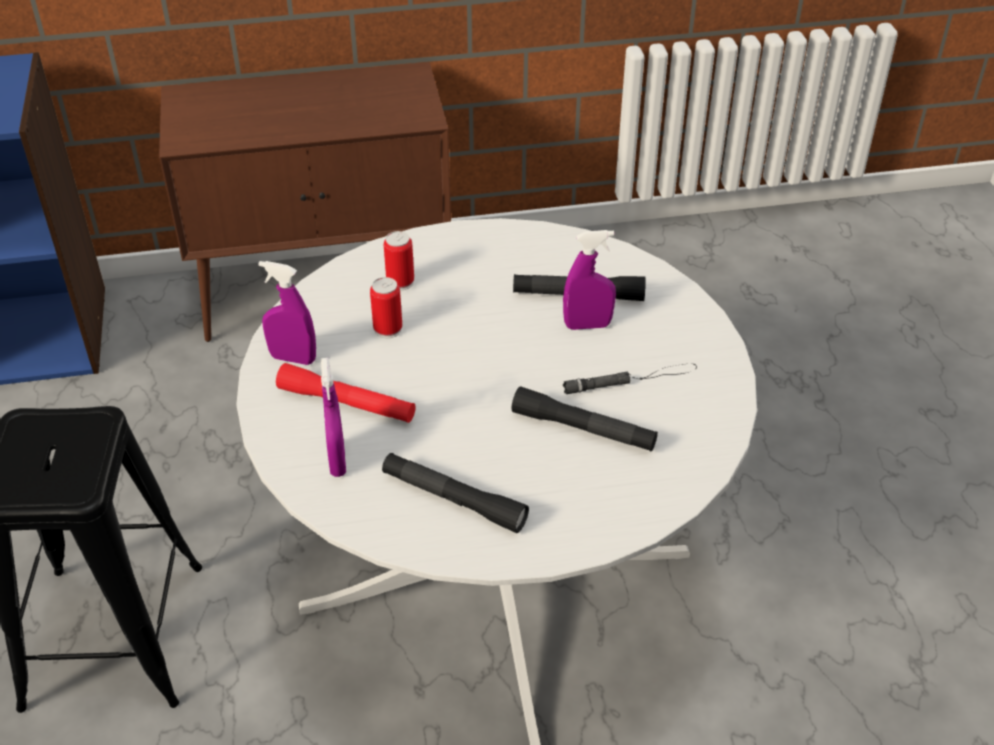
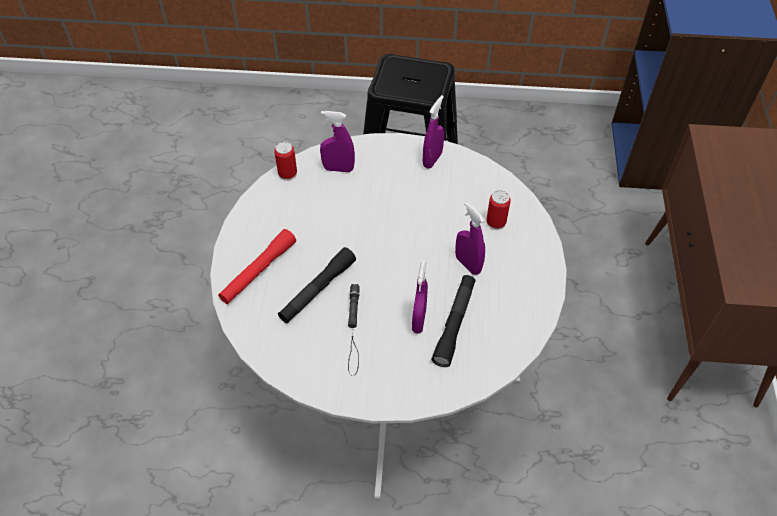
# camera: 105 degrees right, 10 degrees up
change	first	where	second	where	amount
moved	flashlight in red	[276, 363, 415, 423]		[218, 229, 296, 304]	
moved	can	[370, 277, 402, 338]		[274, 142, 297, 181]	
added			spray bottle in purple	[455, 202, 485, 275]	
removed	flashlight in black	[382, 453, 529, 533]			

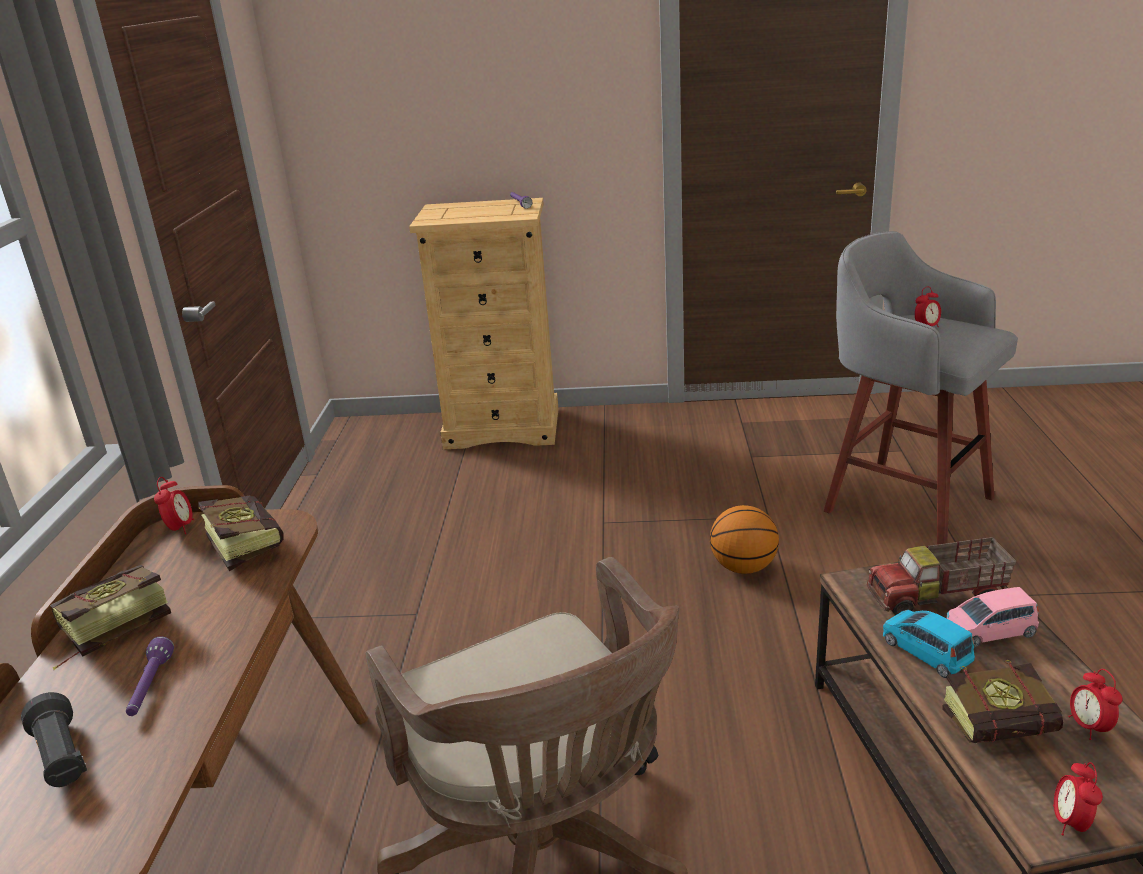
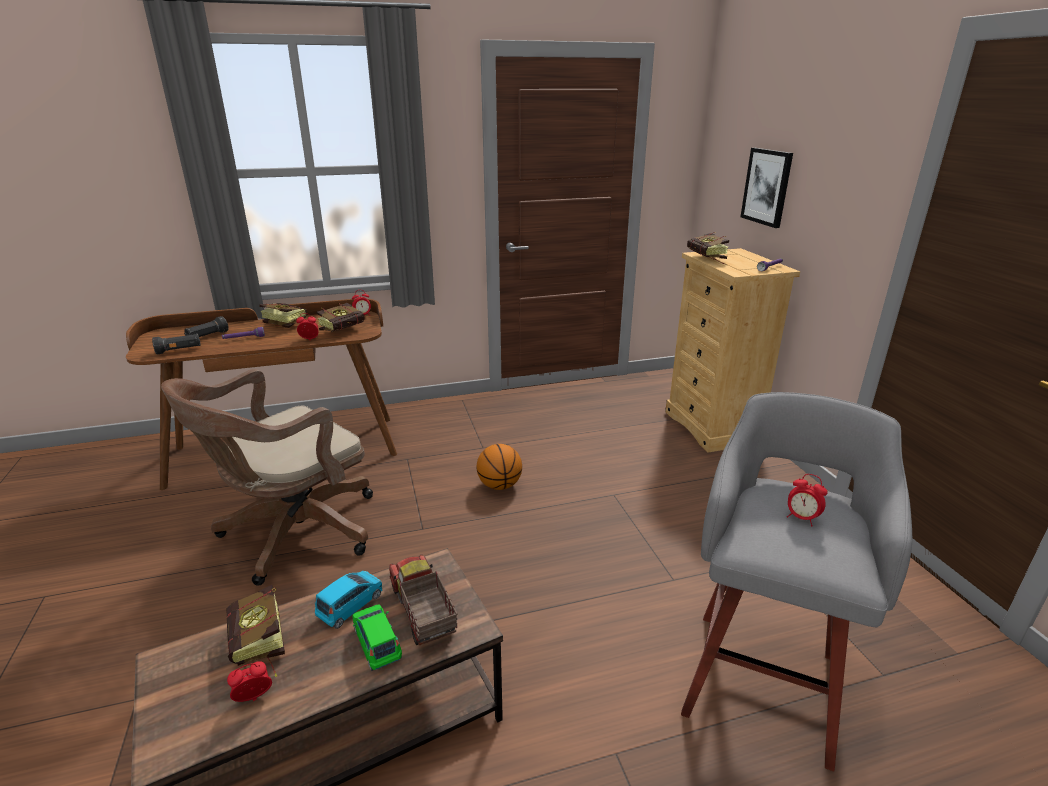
# camera: 70 degrees right, 0 degrees up
change	first	where	second	where	amount
added			flashlight in black	[152, 334, 201, 354]	
moved	alarm clock	[1053, 762, 1103, 836]		[296, 313, 319, 340]	
recoloured	toy car in pink	[946, 587, 1039, 648]	toy car in green	[352, 604, 402, 671]	
moved	basketball	[710, 505, 779, 574]		[477, 444, 522, 490]	
added			book	[687, 232, 729, 265]	
added			picture	[741, 148, 793, 228]	

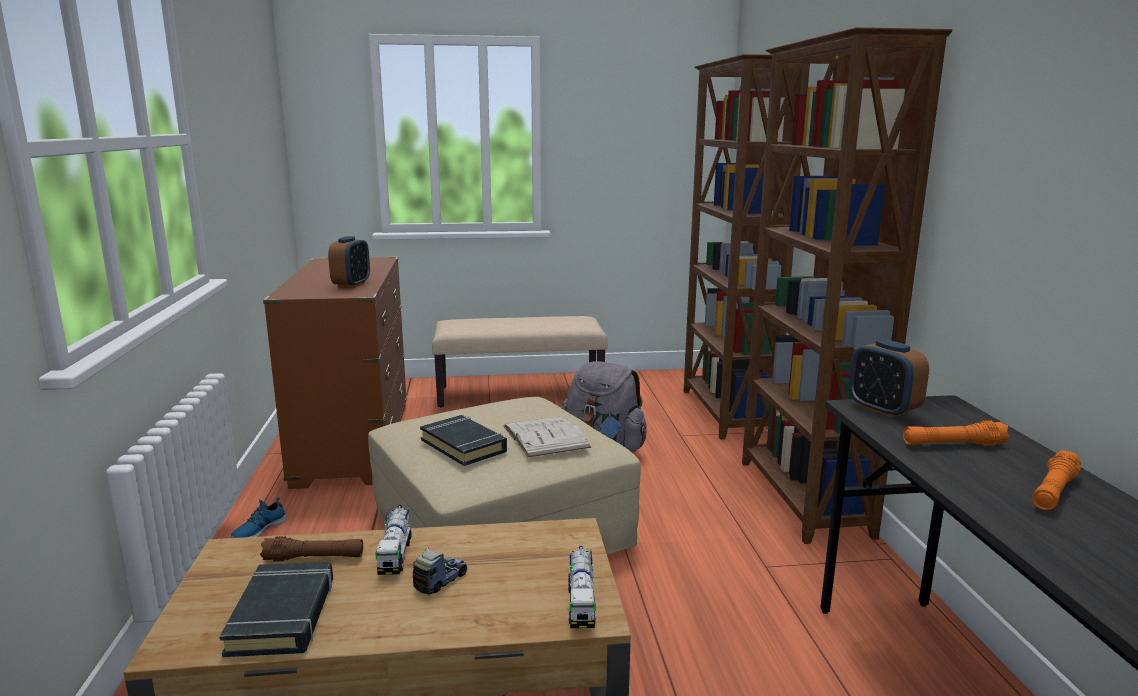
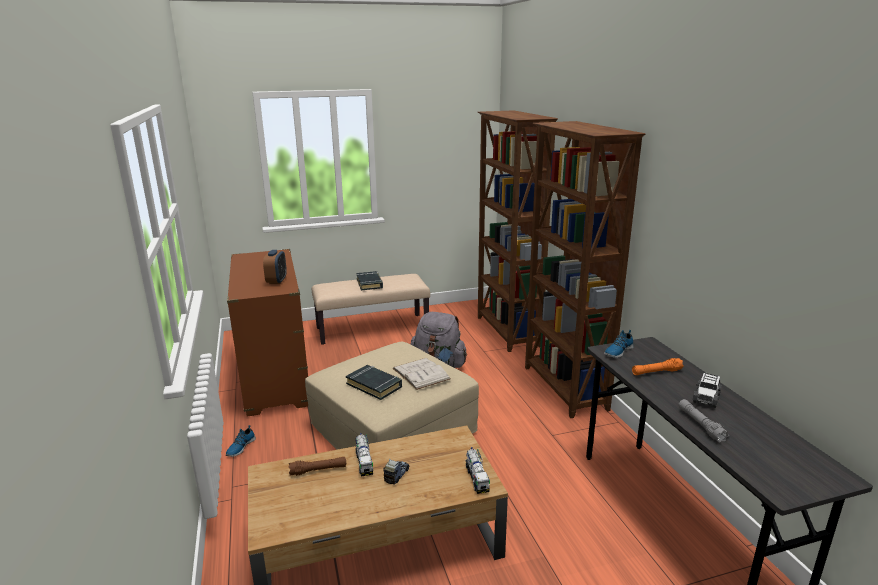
# camera: 10 degrees left, 5 degrees up
change	first	where	second	where	amount
moved	book in black	[219, 562, 333, 657]		[356, 271, 383, 290]	
replaced	alarm clock	[849, 339, 929, 418]	shoe	[604, 330, 634, 358]	
added			flashlight in grey	[678, 399, 729, 443]	
replaced	flashlight in orange	[1032, 450, 1081, 510]	toy car	[692, 373, 722, 408]	

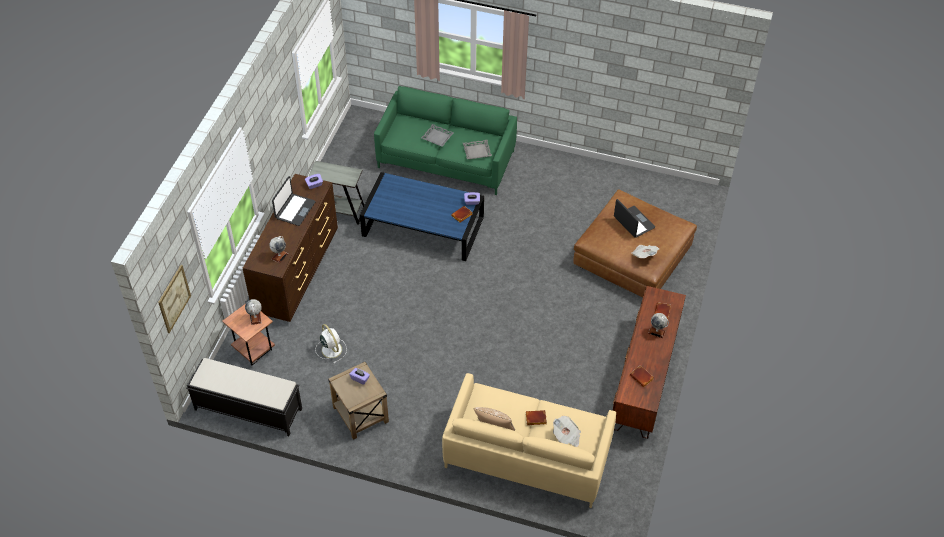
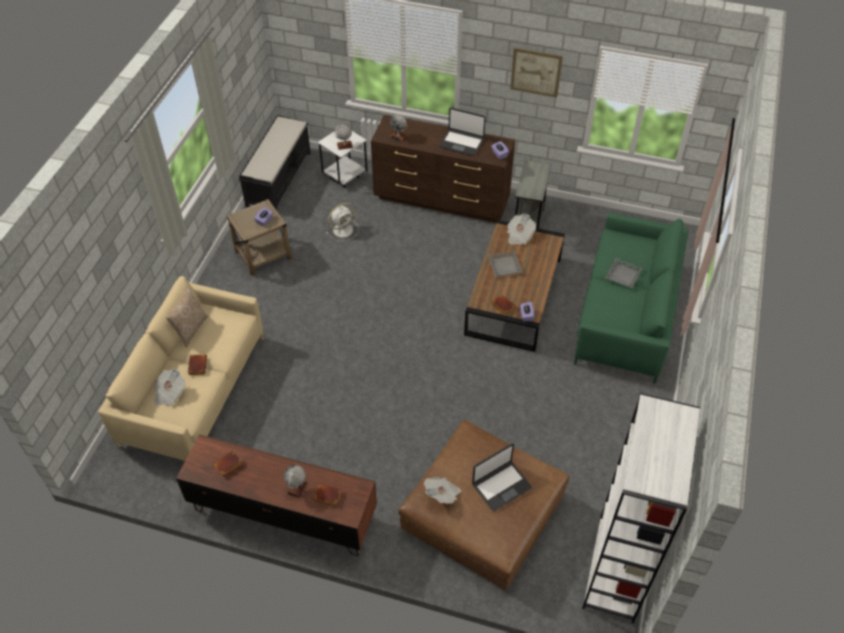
# camera: 90 degrees right, 0 degrees up
change	first	where	second	where	amount
recoloured	side table in brown	[222, 303, 275, 366]	side table in white	[318, 131, 367, 188]	
recoloured	coffee table in blue	[360, 172, 484, 261]	coffee table in brown	[464, 220, 565, 352]	
moved	tray in grey	[463, 140, 492, 159]		[488, 251, 523, 277]	
added			newspaper	[507, 214, 536, 245]	
moved	picture	[158, 265, 191, 333]		[510, 48, 563, 98]	
added			bookcase in white	[582, 393, 700, 623]	

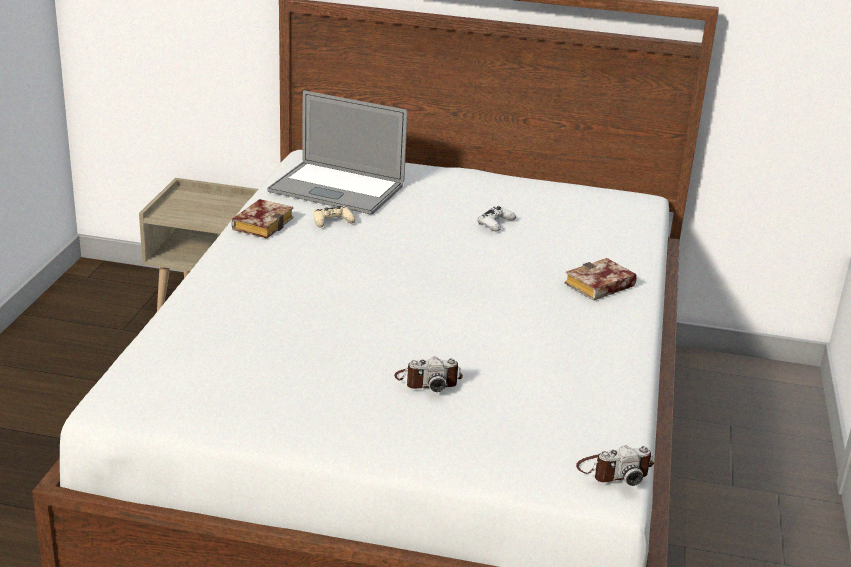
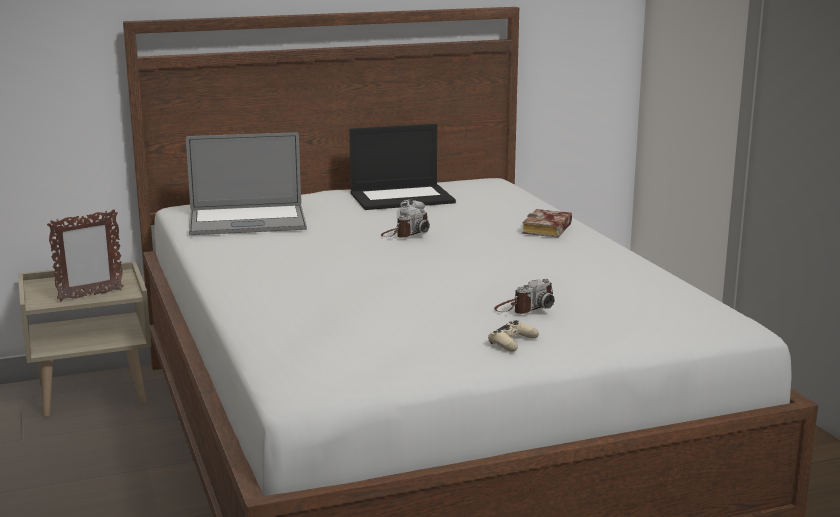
# camera: 30 degrees left, 10 degrees down
change	first	where	second	where	amount
added			picture frame	[47, 210, 124, 302]	
added			laptop	[349, 124, 456, 210]	
moved	photo camera	[576, 446, 654, 486]		[381, 209, 430, 238]	
moved	game controller in beige	[314, 206, 356, 228]		[488, 320, 539, 352]	
removed	book	[231, 199, 293, 238]			

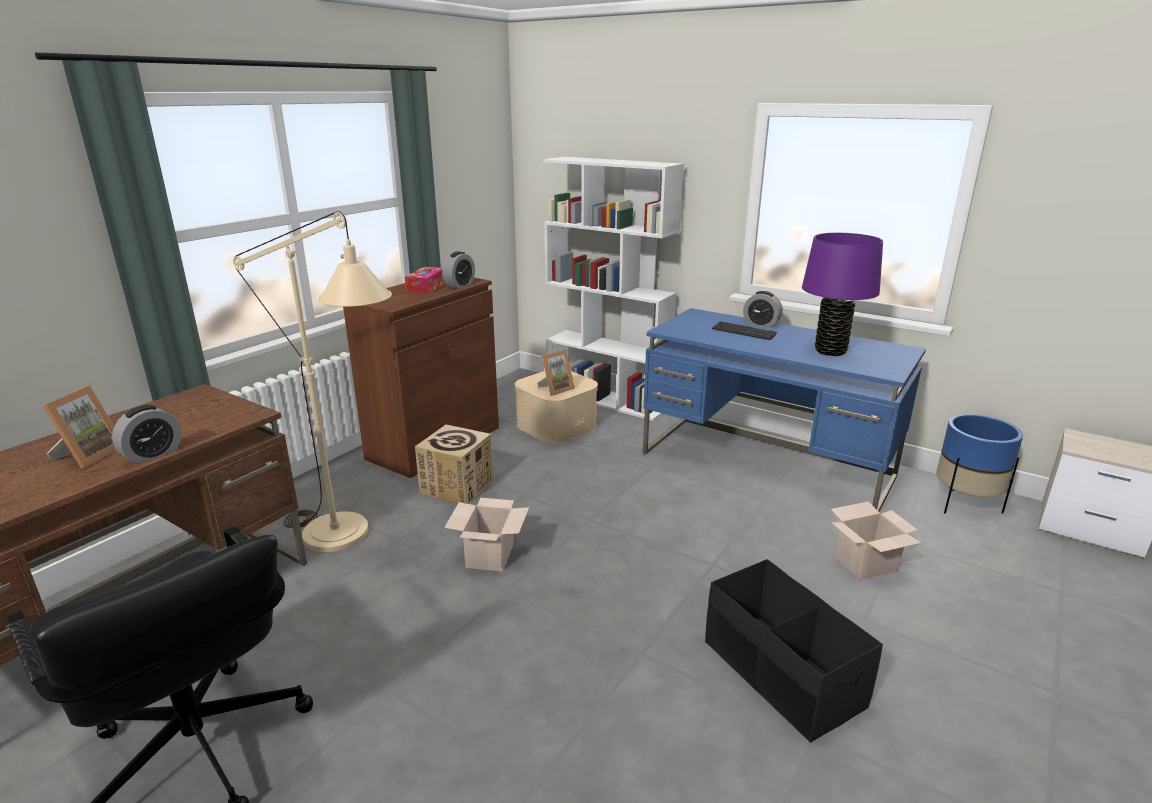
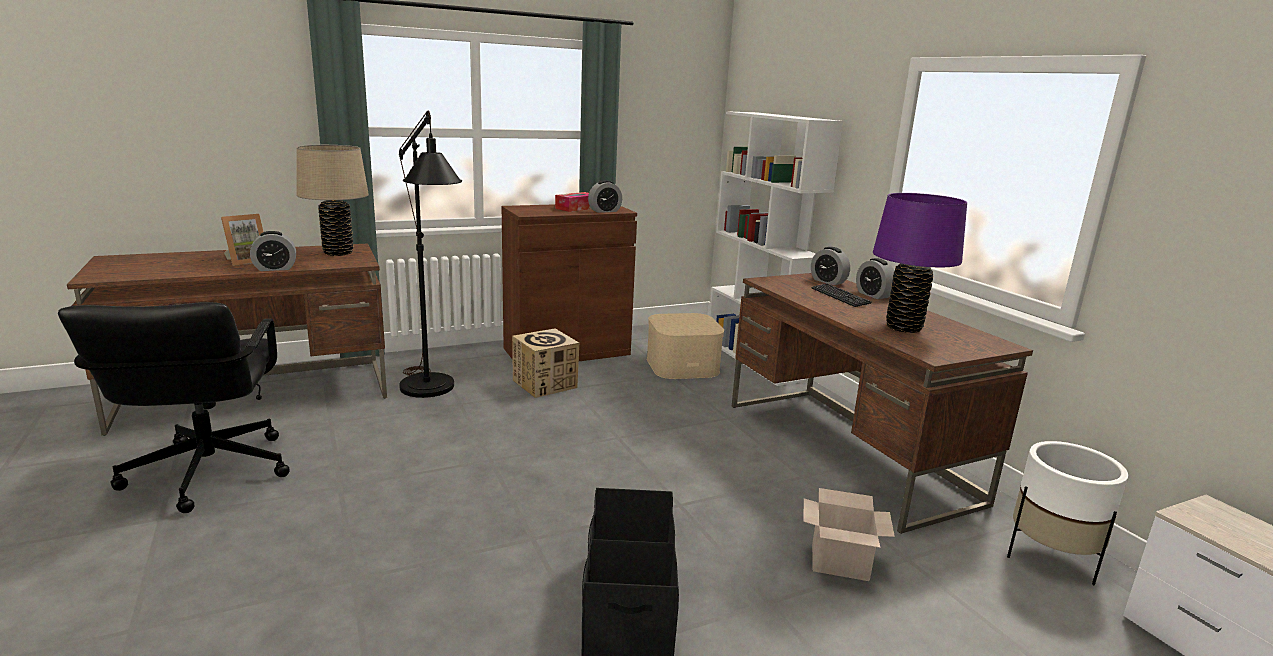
# camera: 30 degrees right, 5 degrees down
change	first	where	second	where	amount
added			table lamp in beige	[296, 145, 369, 256]	
recoloured	floor lamp in beige	[233, 211, 392, 552]	floor lamp in black	[399, 111, 462, 398]	
recoloured	desk in blue	[643, 308, 926, 512]	desk in brown	[732, 273, 1033, 534]	
added			alarm clock	[811, 247, 850, 285]	
recoloured	planter in blue	[936, 414, 1023, 513]	planter in white	[1007, 441, 1128, 585]	
removed	cardboard box	[444, 498, 529, 571]			
removed	picture frame	[537, 350, 575, 396]			

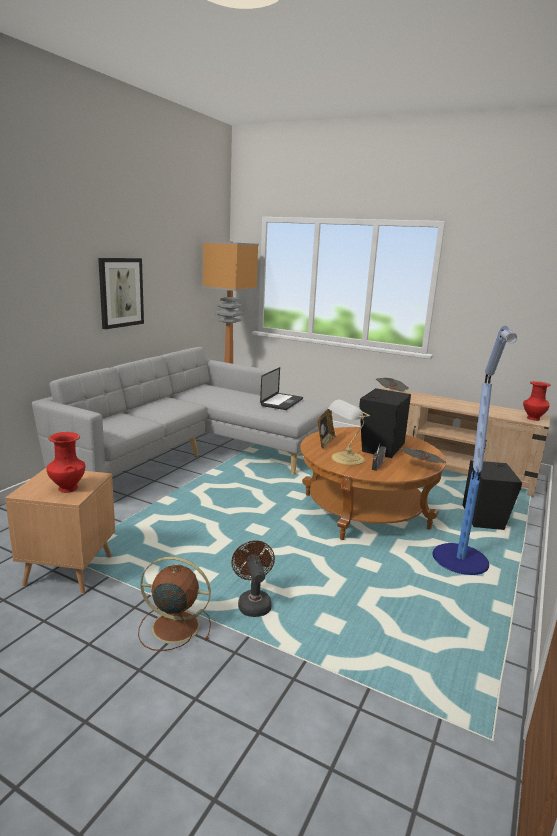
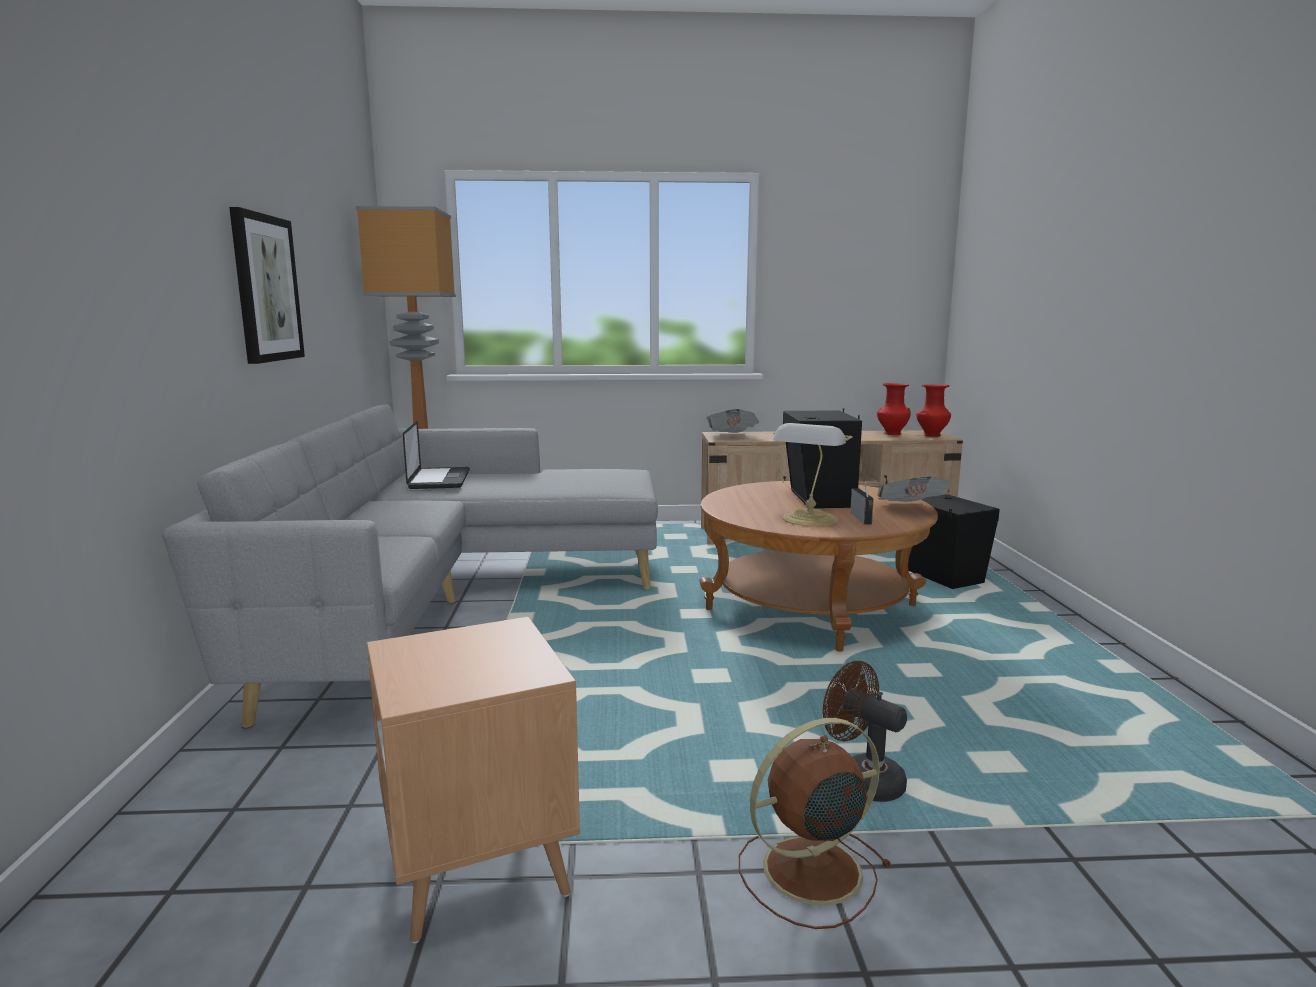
# camera: 30 degrees left, 5 degrees down
change	first	where	second	where	amount
moved	laptop	[260, 367, 303, 410]		[403, 421, 470, 489]	
moved	vase in red	[46, 432, 85, 493]		[877, 383, 911, 435]	
removed	picture frame	[318, 409, 336, 449]			
removed	floor lamp	[433, 326, 518, 575]			

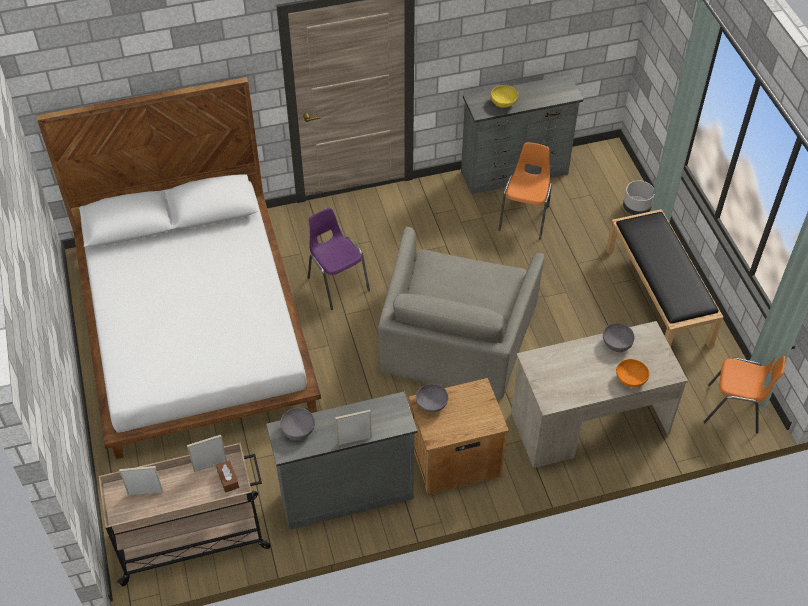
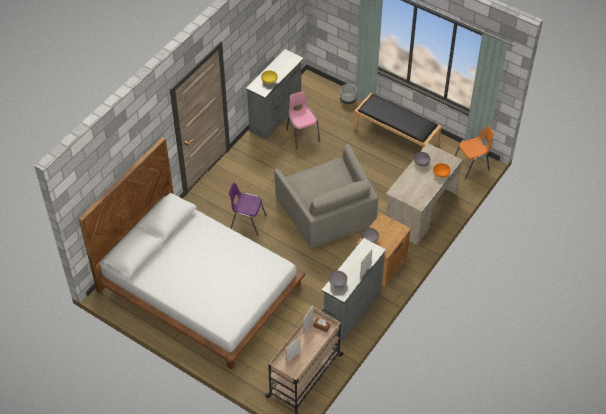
# camera: 40 degrees left, 0 degrees up
change	first	where	second	where	amount
recoloured	chair in orange	[499, 142, 552, 239]	chair in pink	[286, 92, 320, 149]	

